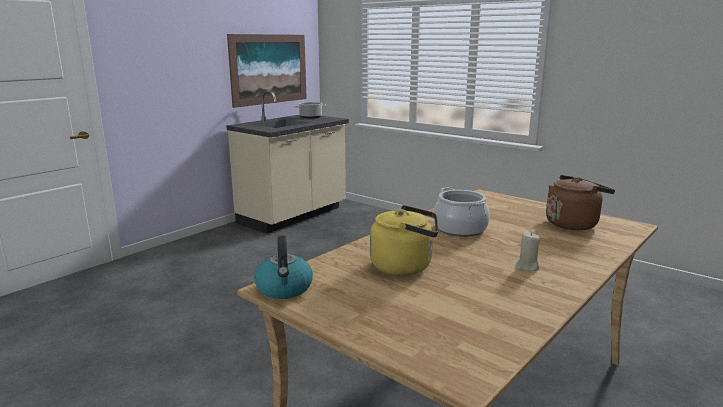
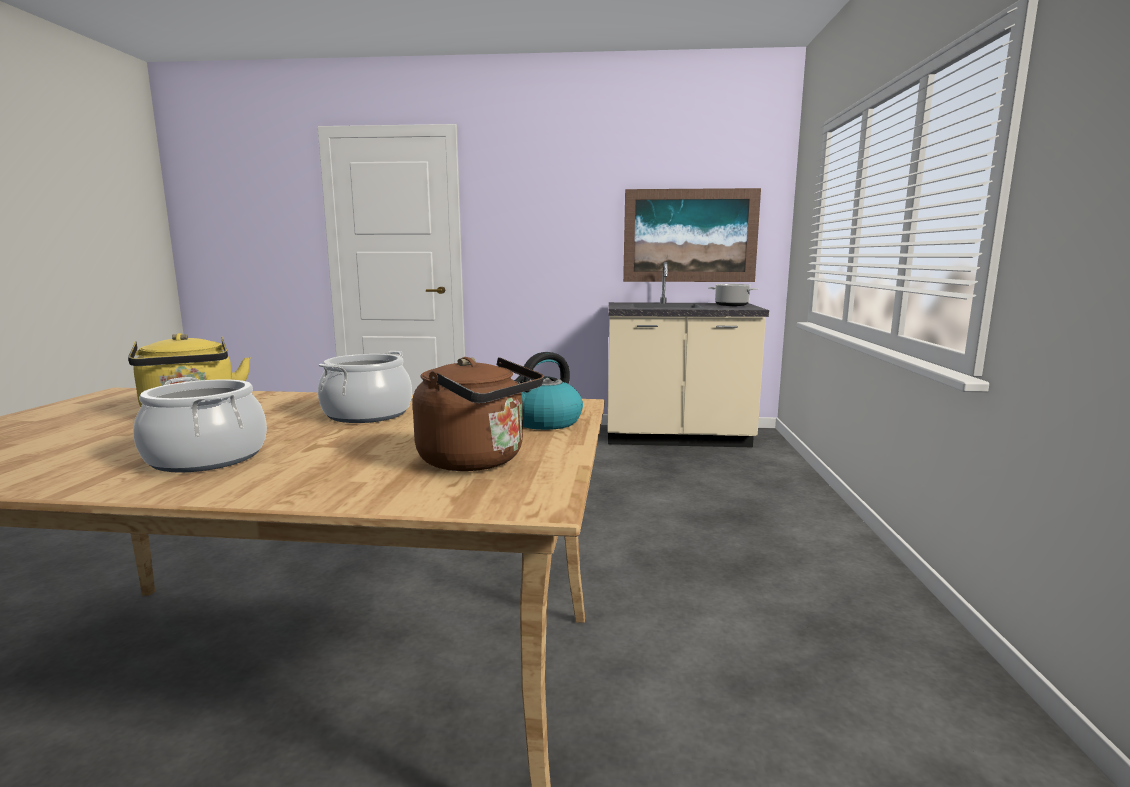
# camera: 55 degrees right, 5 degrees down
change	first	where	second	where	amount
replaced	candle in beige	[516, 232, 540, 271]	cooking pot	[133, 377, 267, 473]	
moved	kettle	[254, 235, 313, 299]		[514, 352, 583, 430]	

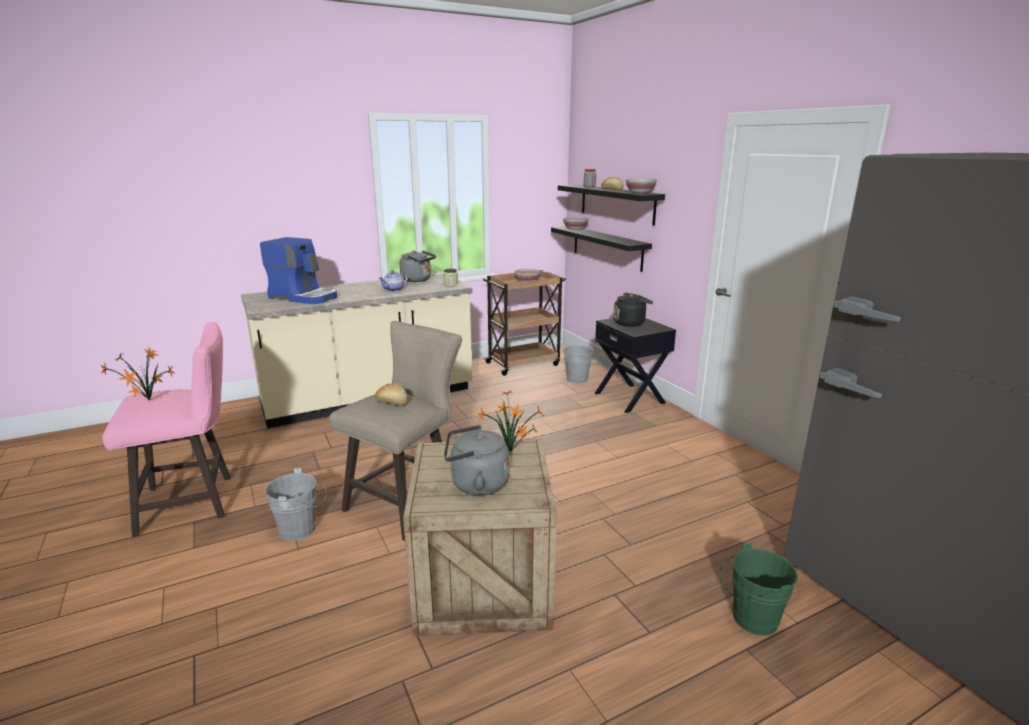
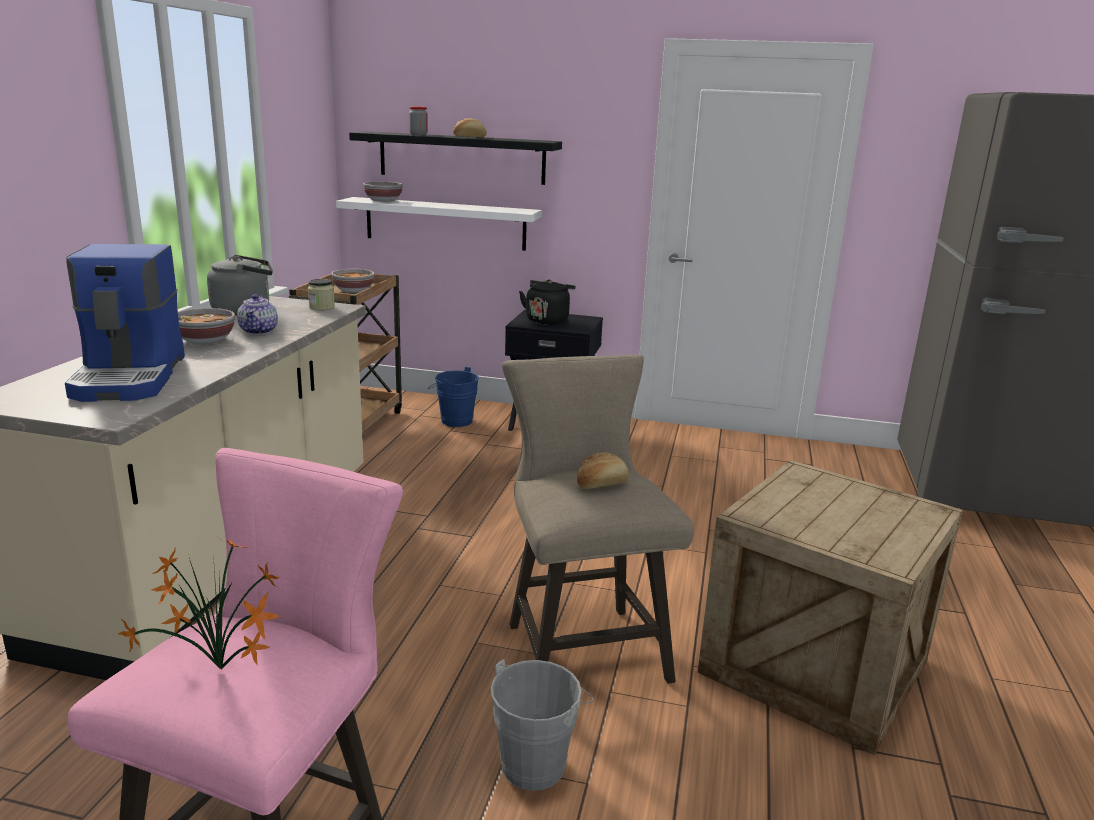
# camera: 50 degrees left, 0 degrees up
change	first	where	second	where	amount
turned	coffee machine	[260, 237, 337, 304]		[65, 244, 185, 402]	105 degrees clockwise
moved	bowl	[626, 178, 657, 193]		[178, 308, 235, 344]	
recoloured	shelf in black	[551, 226, 652, 272]	shelf in white	[336, 197, 542, 251]	
recoloured	bucket in grey	[561, 345, 594, 383]	bucket in blue	[428, 367, 479, 427]	
removed	kettle in grey	[444, 425, 510, 495]			
removed	potted plant	[477, 391, 544, 451]			
removed	bucket in green	[719, 543, 798, 636]			

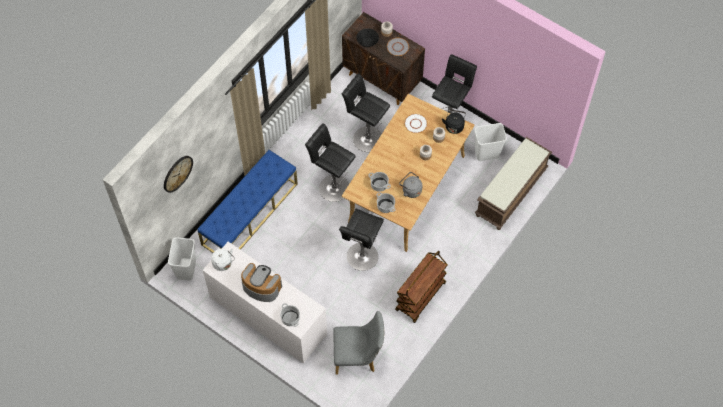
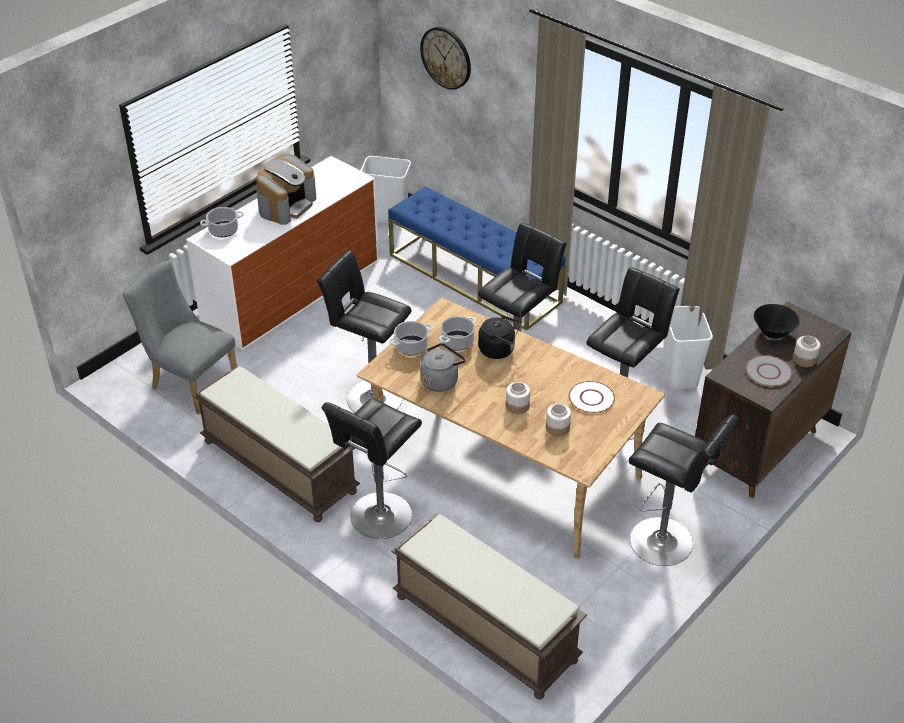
# camera: 95 degrees right, 20 degrees down
change	first	where	second	where	amount
turned	chair in grey	[333, 311, 384, 374]		[123, 260, 237, 414]	120 degrees clockwise
replaced	cart in brown	[395, 250, 448, 323]	bench in brown	[193, 366, 360, 522]	
added			stool in black	[321, 398, 422, 539]	
moved	kettle in black	[442, 109, 466, 134]		[478, 315, 521, 359]	
moved	trash can in white	[474, 123, 507, 161]		[663, 306, 713, 389]	
removed	kettle in white	[211, 249, 235, 271]			

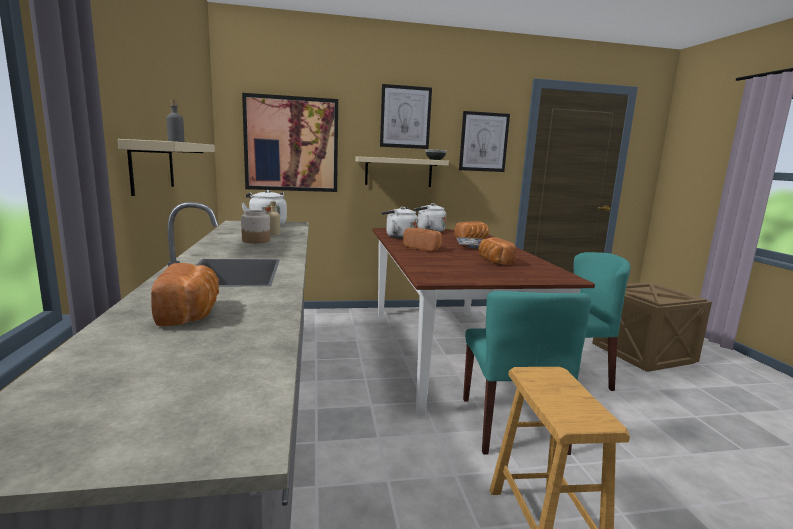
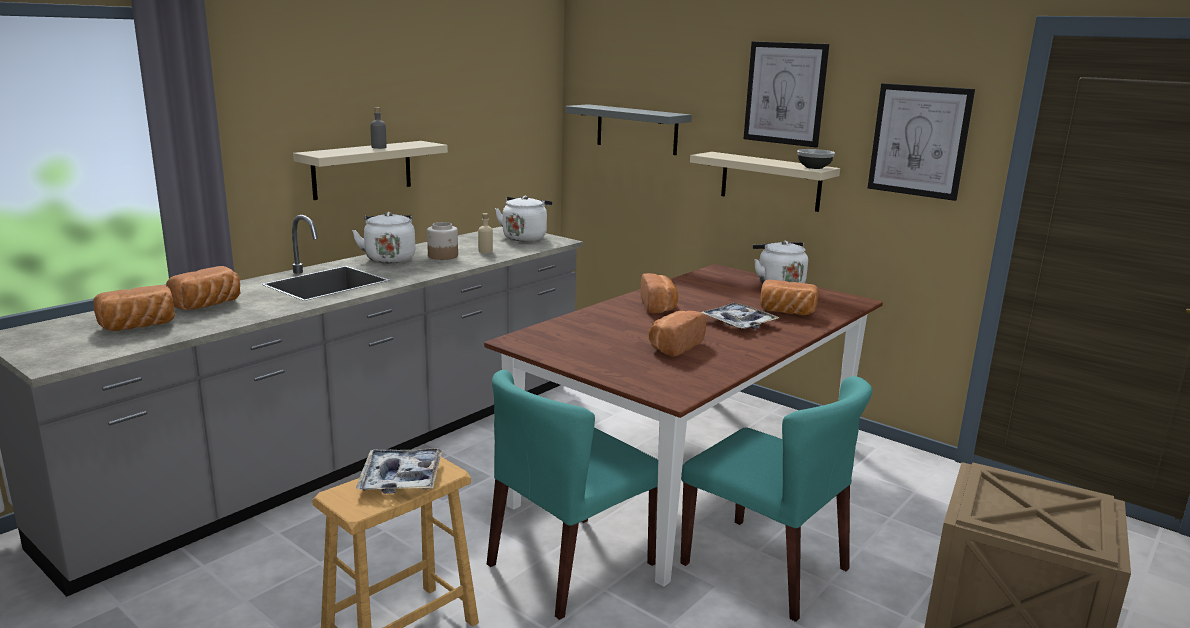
# camera: 50 degrees right, 5 degrees up
change	first	where	second	where	amount
added			bread	[94, 285, 175, 331]	
moved	kettle in white	[381, 207, 418, 239]		[352, 212, 415, 263]	
added			tray	[356, 448, 443, 494]	
replaced	picture	[242, 93, 338, 192]	shelf in grey	[565, 104, 692, 155]	

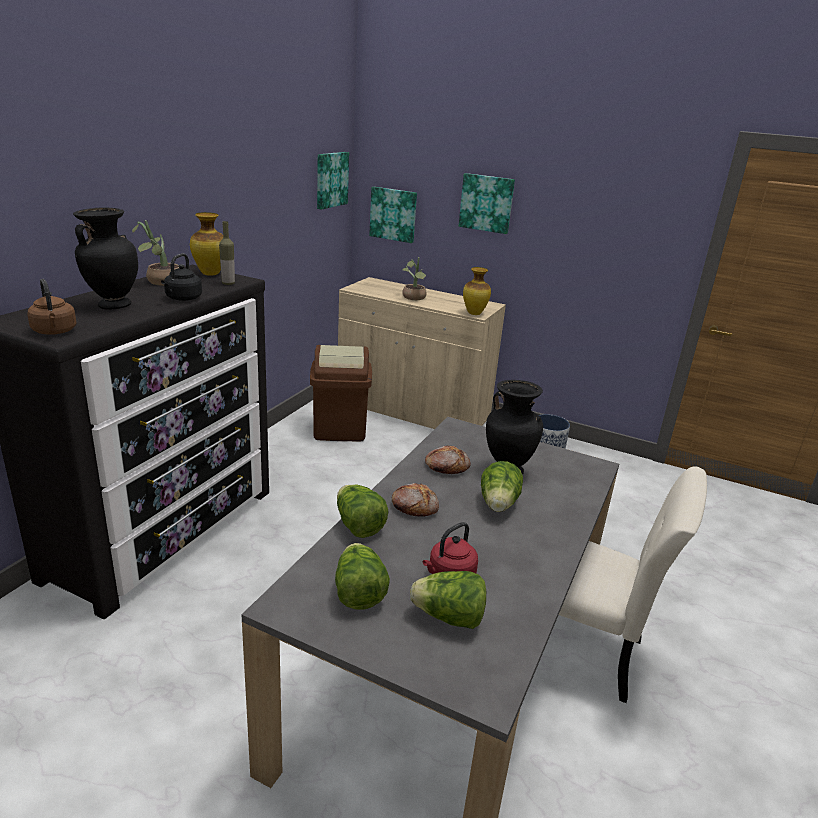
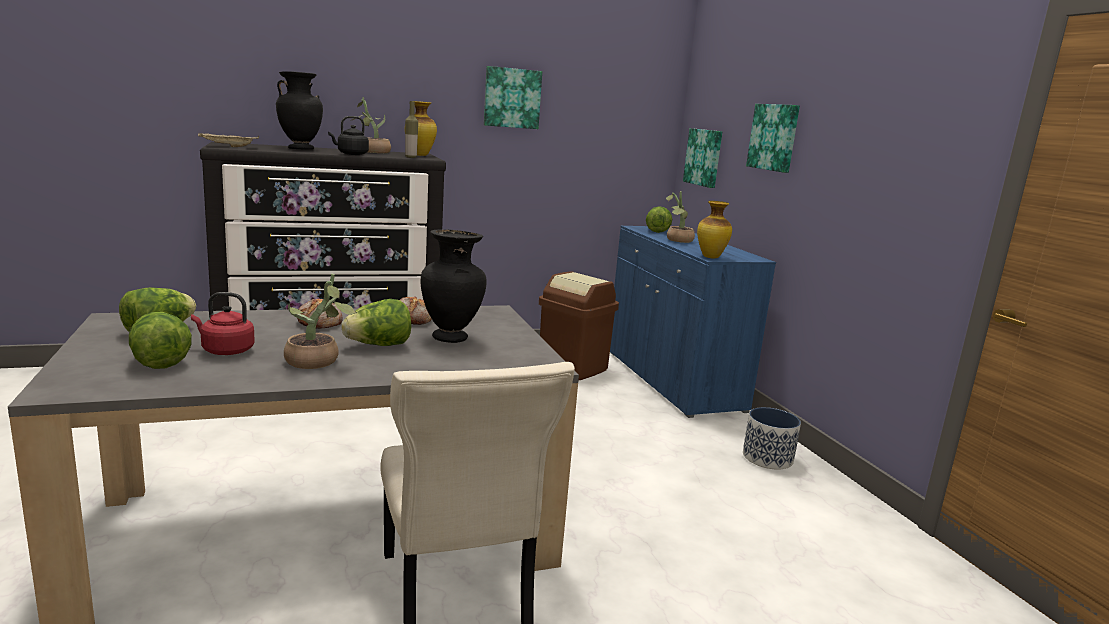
# camera: 45 degrees right, 10 degrees down
change	first	where	second	where	amount
replaced	kettle in brown	[27, 279, 76, 335]	tray in beige	[198, 133, 259, 147]	
added			potted plant	[284, 274, 357, 369]	
moved	picture	[317, 152, 349, 210]		[484, 66, 542, 129]	
recoloured	cabinet in beige	[338, 277, 506, 429]	cabinet in blue	[610, 226, 776, 418]	
moved	lettuce	[337, 485, 389, 538]		[646, 206, 672, 233]	

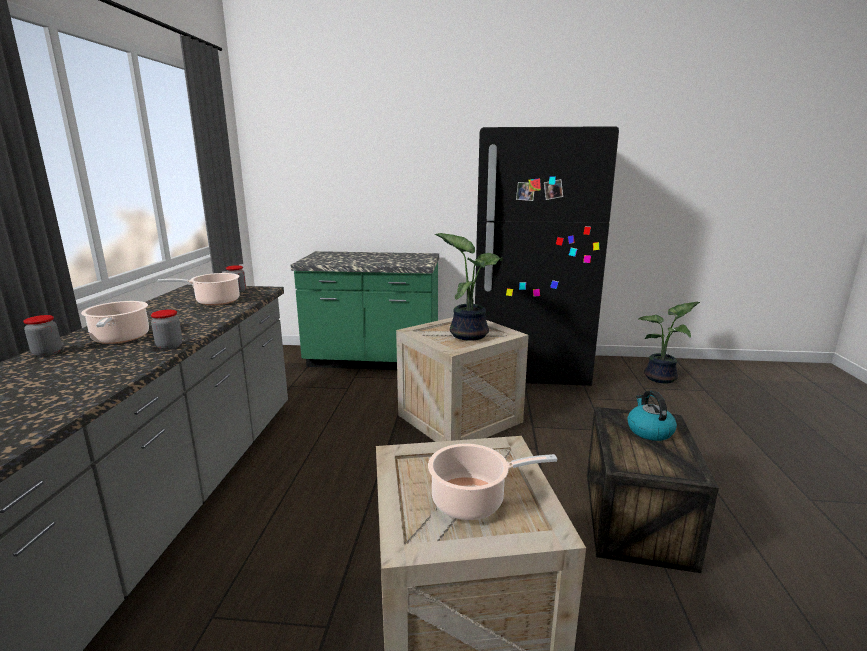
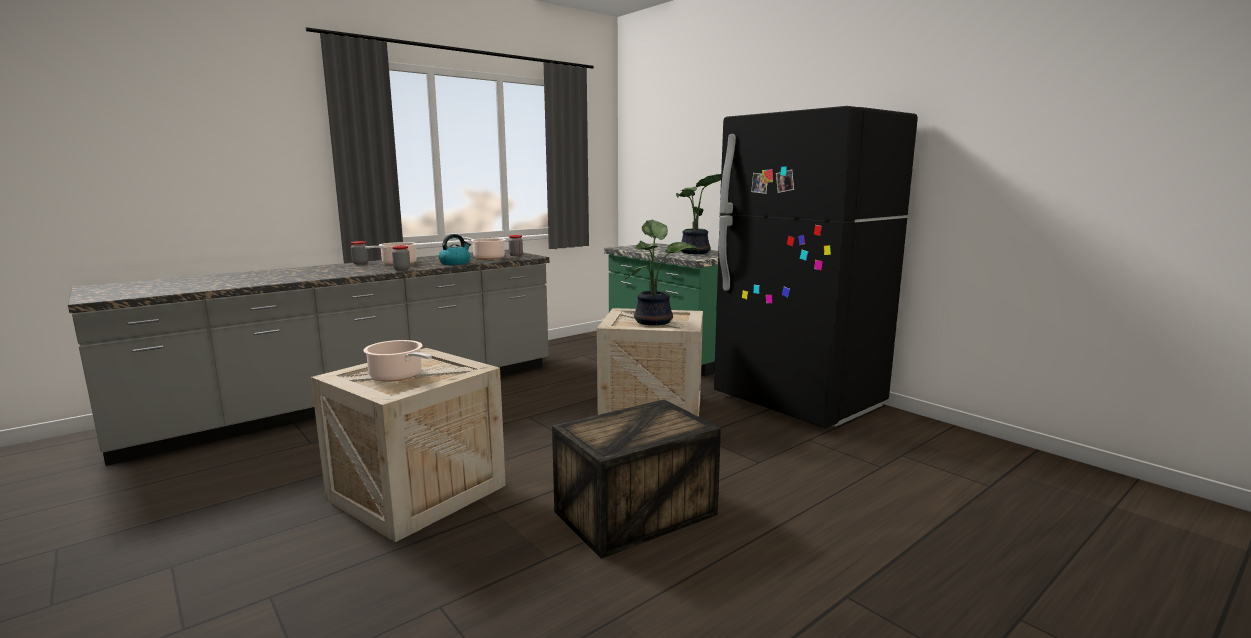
# camera: 45 degrees right, 5 degrees down
change	first	where	second	where	amount
moved	kettle	[627, 390, 677, 441]		[439, 234, 471, 265]	
moved	potted plant	[639, 302, 700, 383]		[676, 174, 721, 254]	

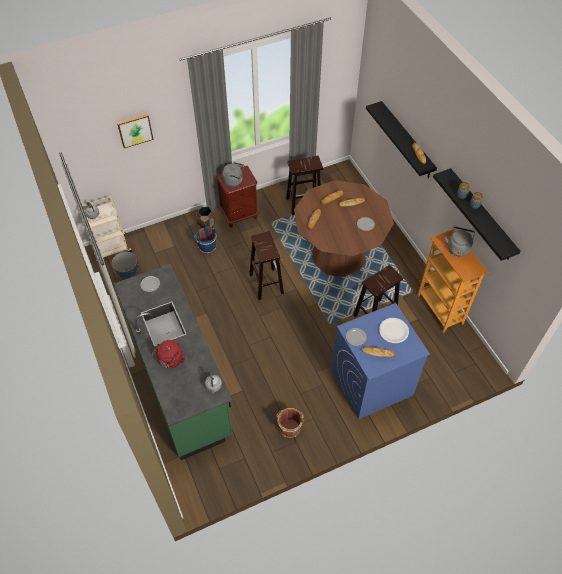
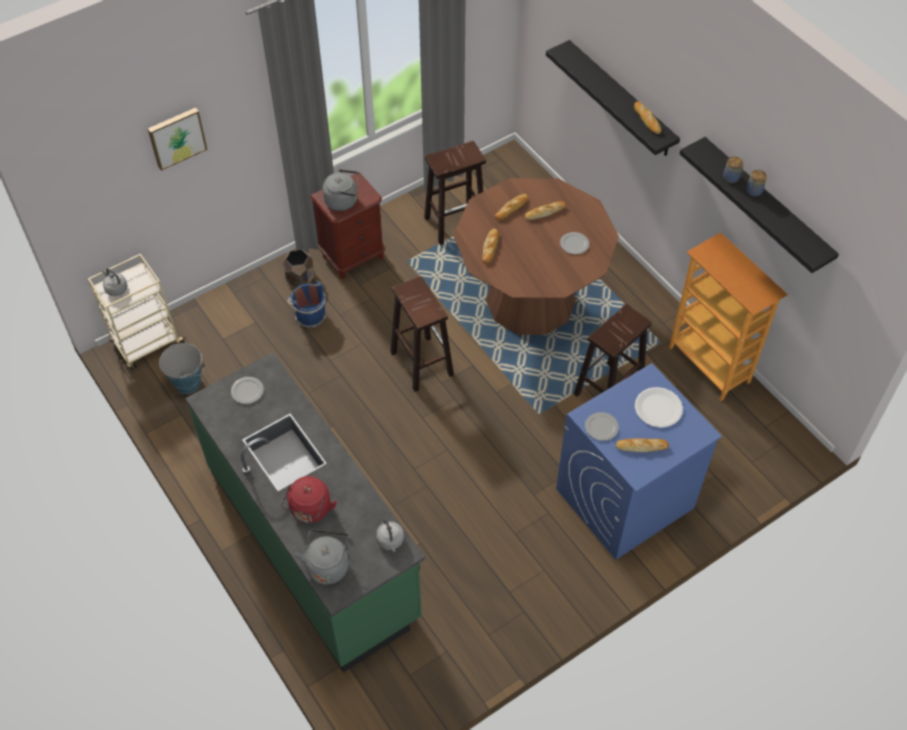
# camera: 10 degrees left, 0 degrees up
change	first	where	second	where	amount
moved	kettle in grey	[445, 227, 475, 257]		[295, 530, 349, 585]	
removed	bucket in brown	[276, 408, 304, 438]			

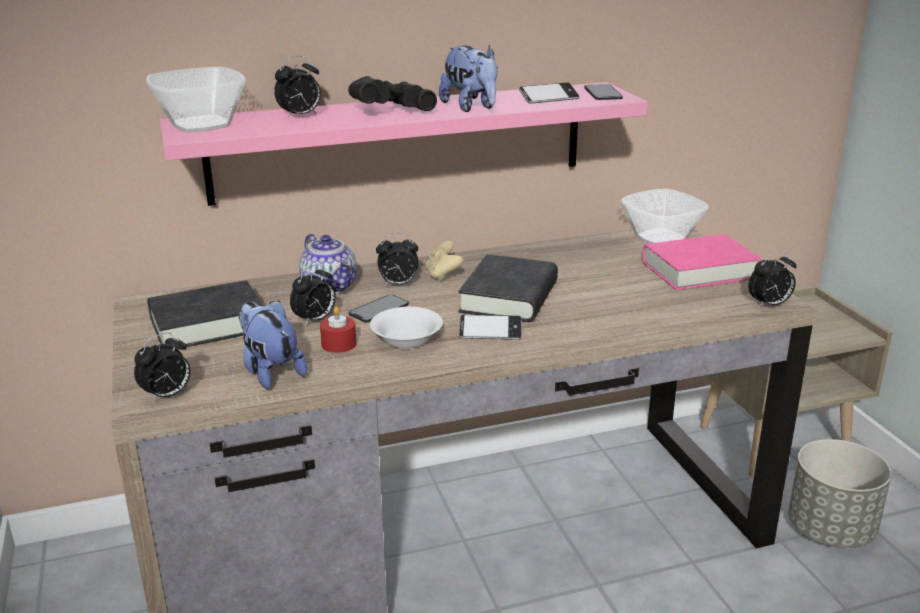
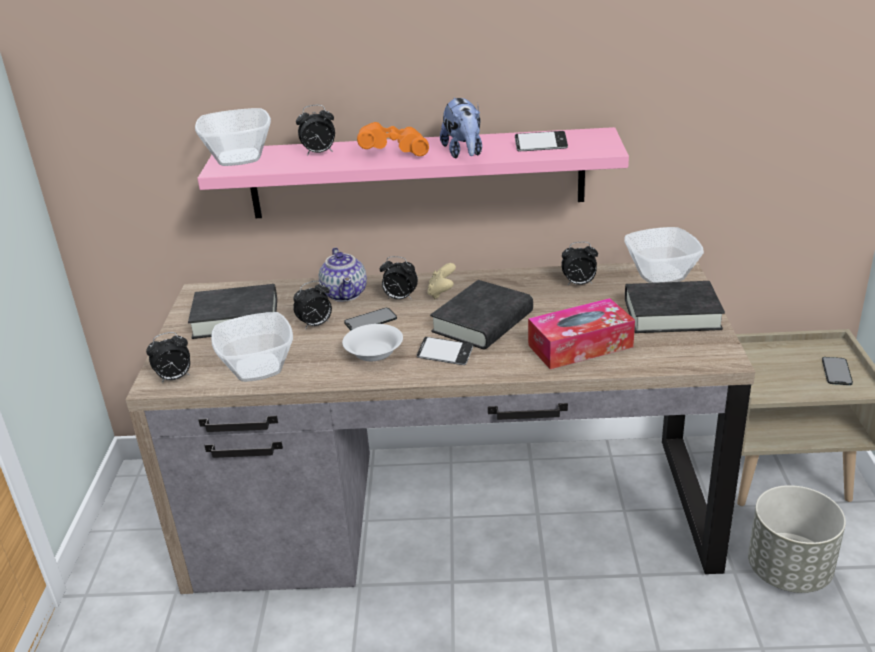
# camera: 20 degrees right, 5 degrees up
change	first	where	second	where	amount
replaced	plush toy	[238, 300, 308, 389]	bowl	[211, 312, 293, 382]	
recoloured	binoculars in black	[348, 76, 437, 111]	binoculars in orange	[357, 122, 429, 156]	
added			tissue box	[528, 298, 635, 369]	
moved	alarm clock	[748, 251, 797, 308]		[561, 242, 598, 286]	
recoloured	book in pink	[642, 234, 761, 290]	book in black	[625, 281, 725, 333]	
moved	phone	[584, 84, 623, 100]		[822, 357, 853, 385]	
removed	candle in red	[320, 306, 356, 353]			

